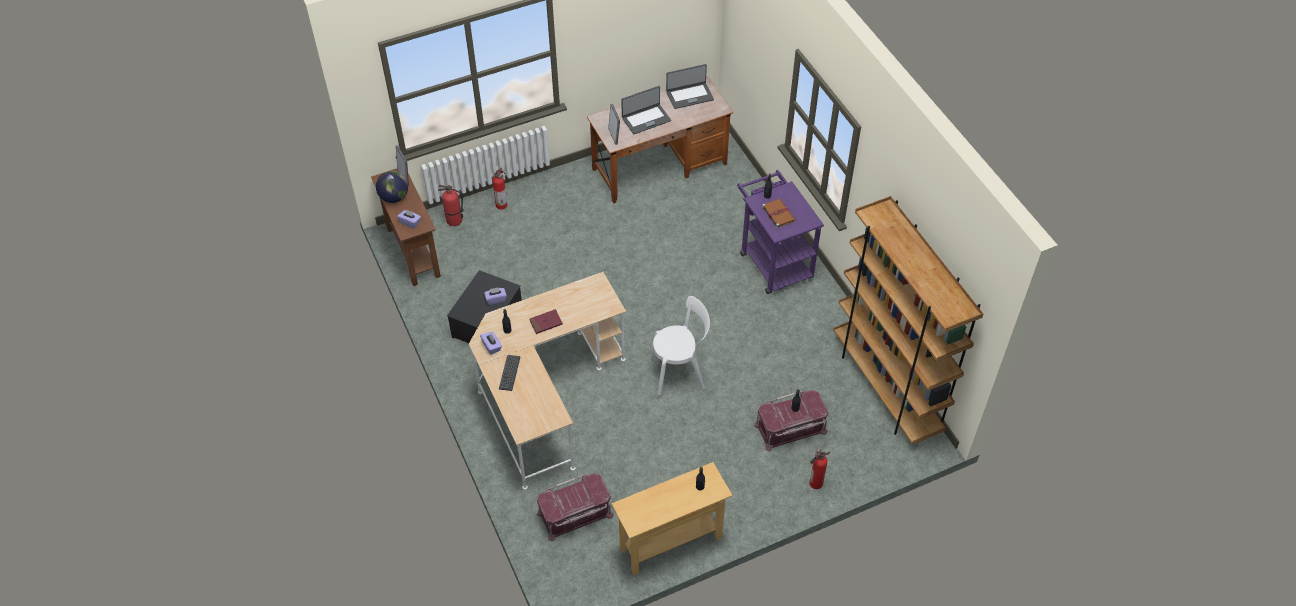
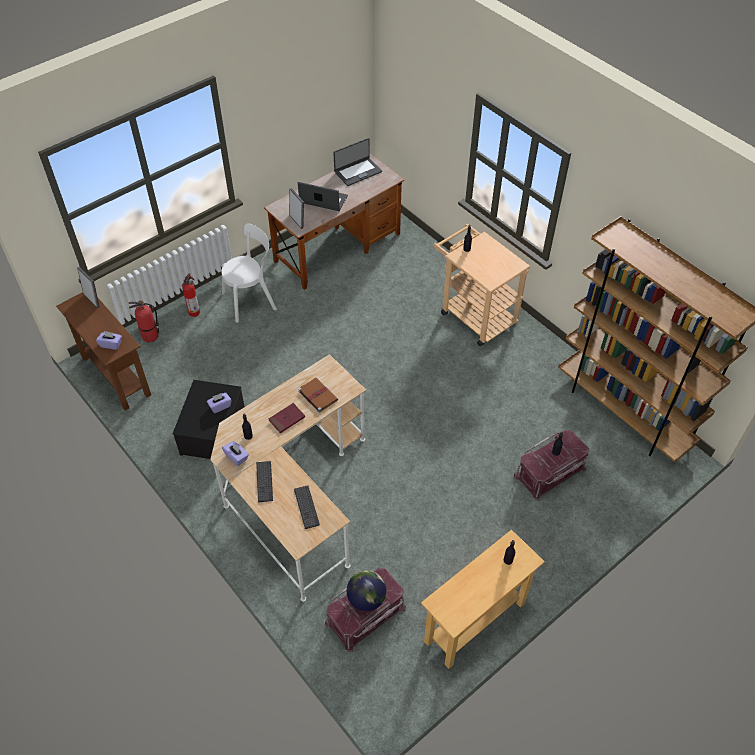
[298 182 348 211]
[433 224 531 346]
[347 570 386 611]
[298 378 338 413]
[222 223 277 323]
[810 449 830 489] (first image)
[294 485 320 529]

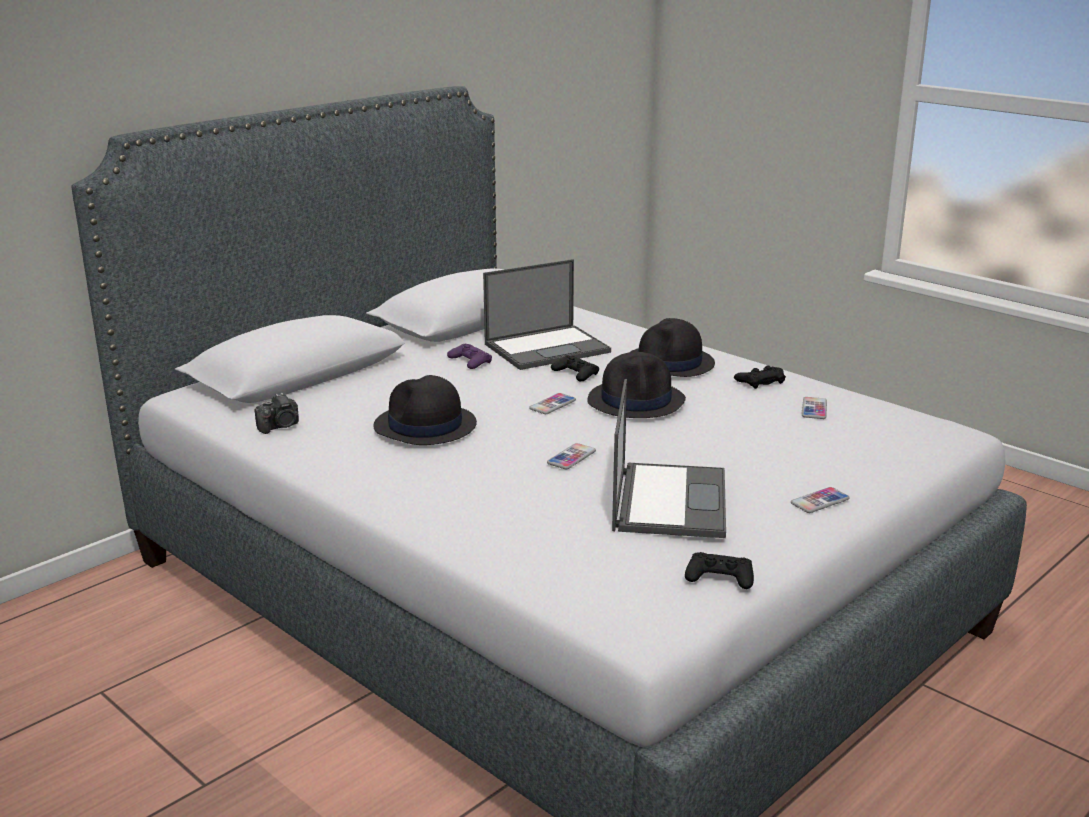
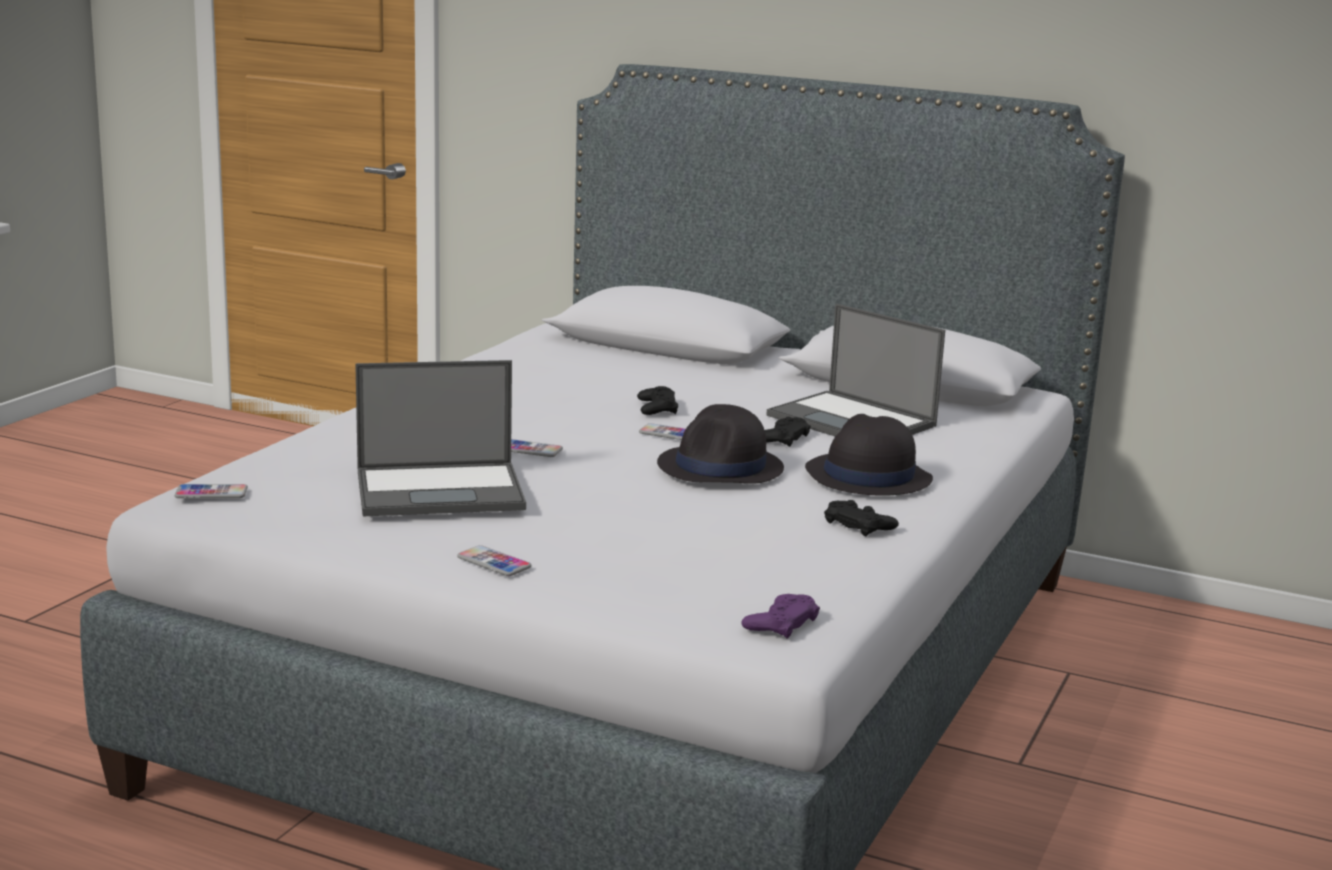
[742 594 820 639]
[373 375 477 445] (first image)
[254 393 299 434] (first image)
[174 484 248 498]
[637 386 678 415]

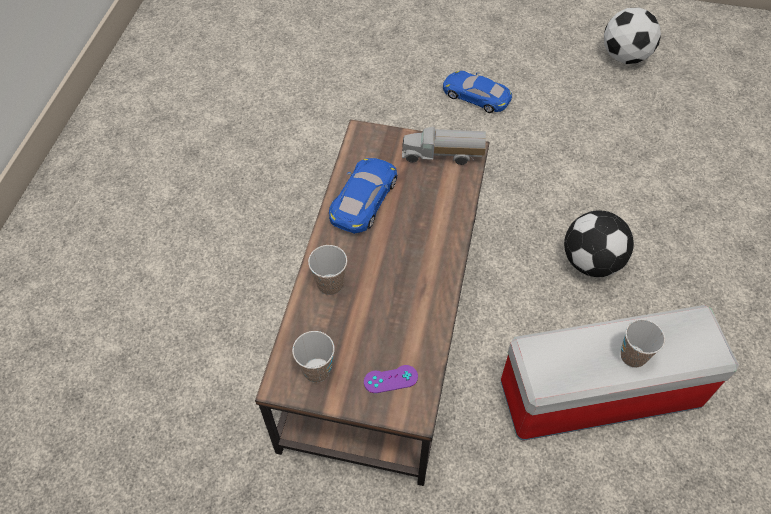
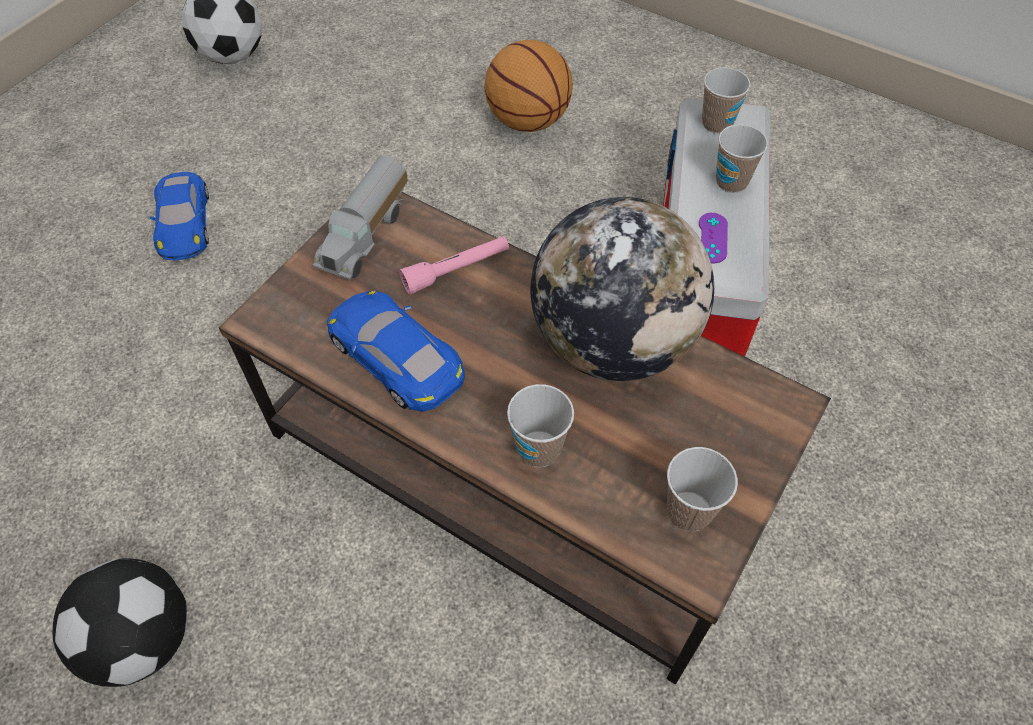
[150 172 209 260]
[53 558 187 687]
[699 213 728 263]
[484 40 573 132]
[702 67 750 134]
[530 197 714 381]
[399 236 509 295]

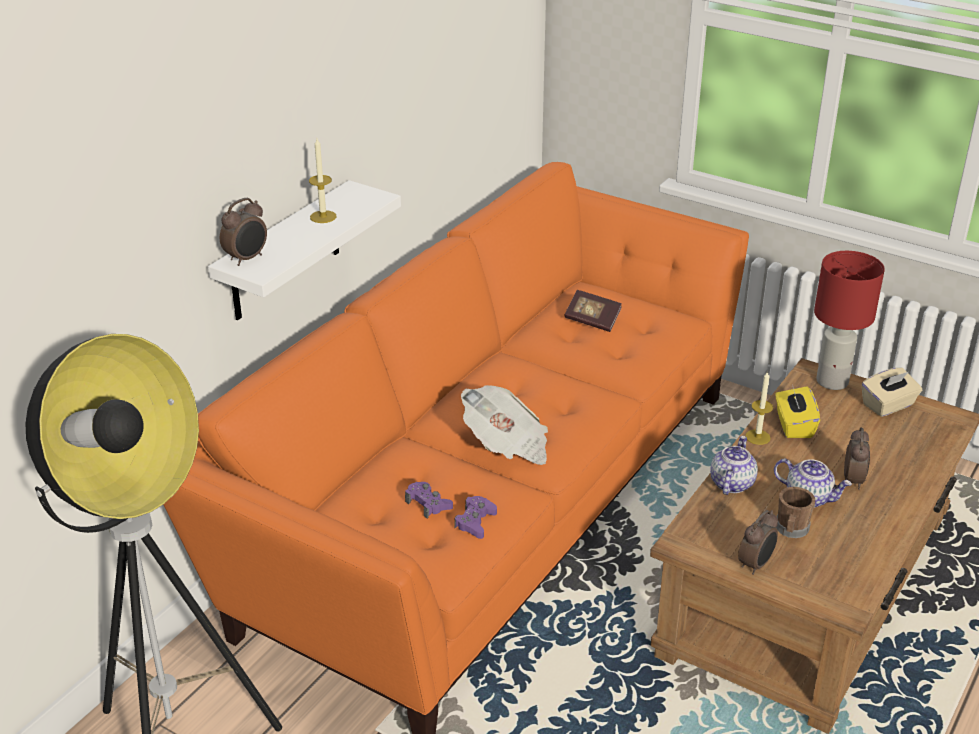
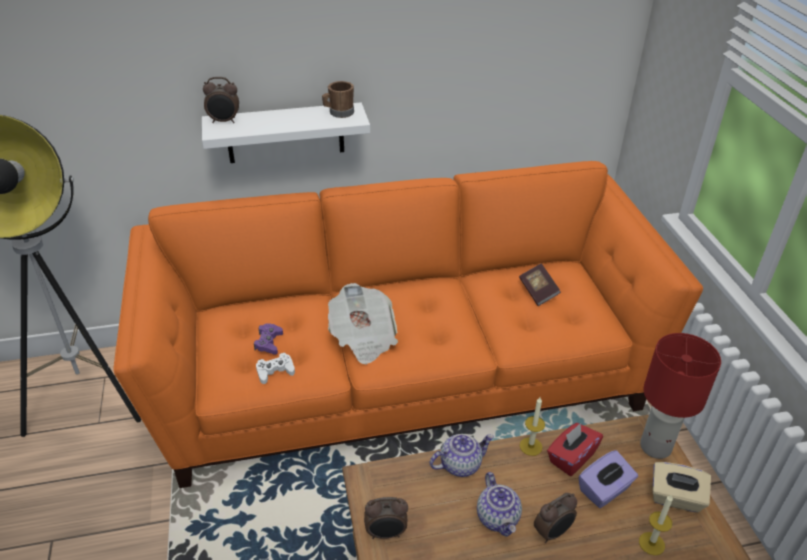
[639 494 673 555]
[547 423 603 476]
[322 81 354 118]
[256 353 295 384]
[579 450 638 508]

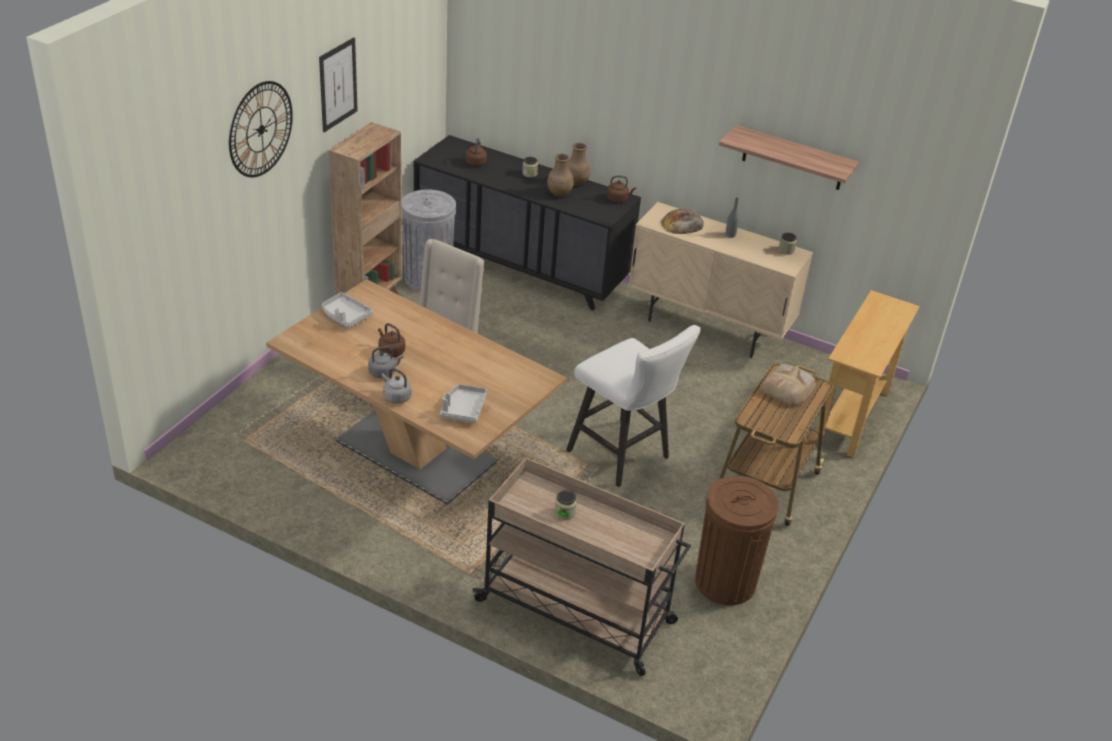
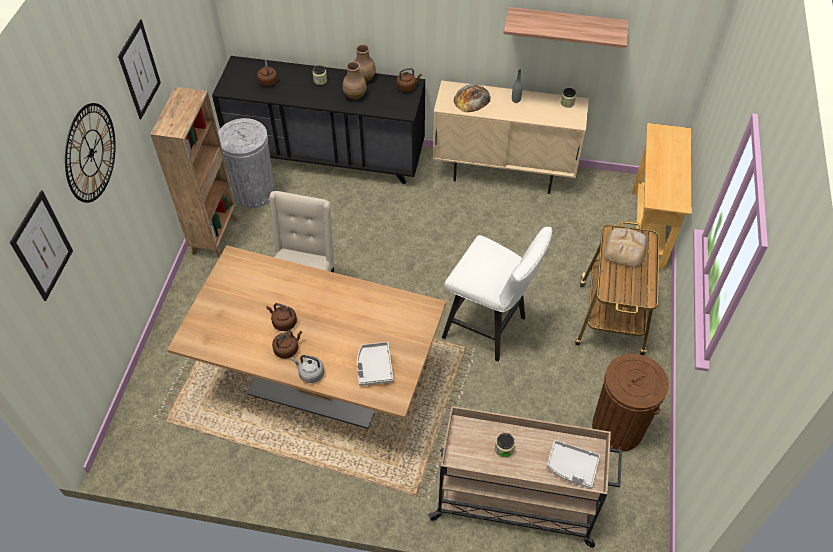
[547 440 600 489]
[272 330 302 359]
[10 191 73 301]

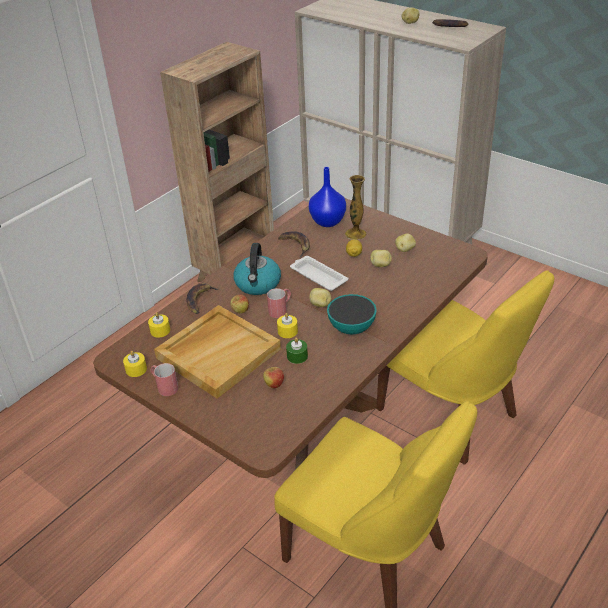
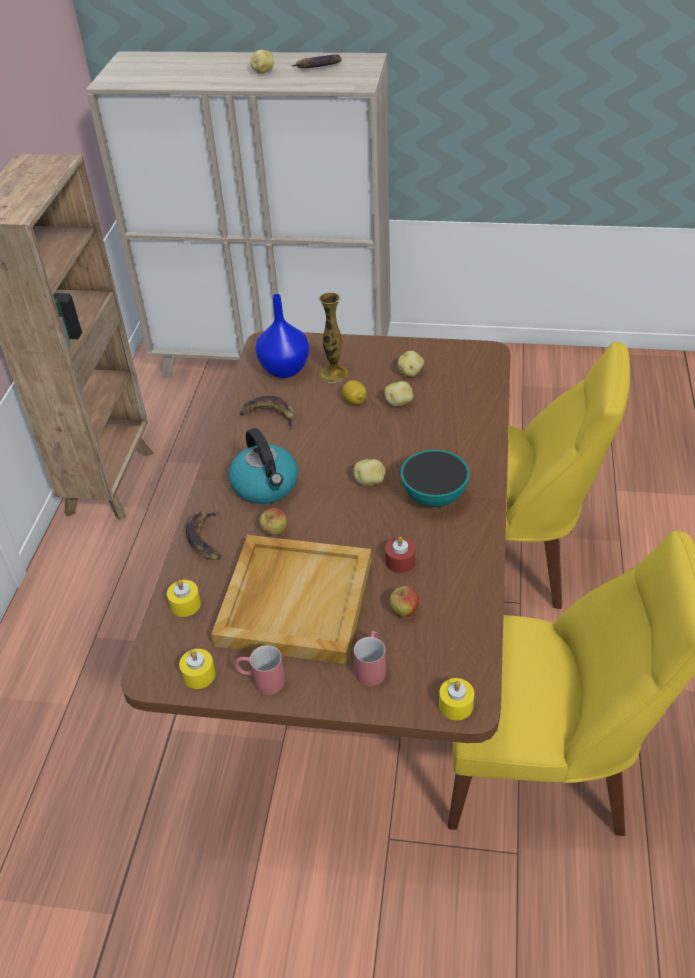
[290 256 349 291] (first image)
[354 631 386 686]
[439 678 474 720]
[385 537 415 573]

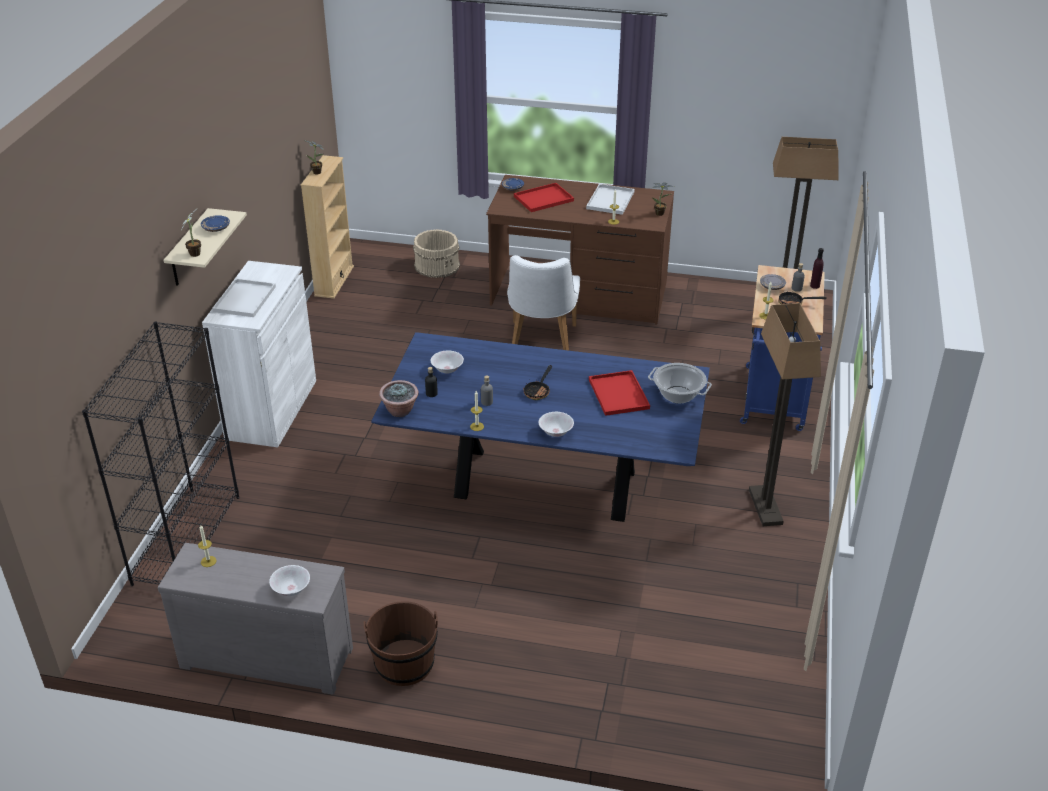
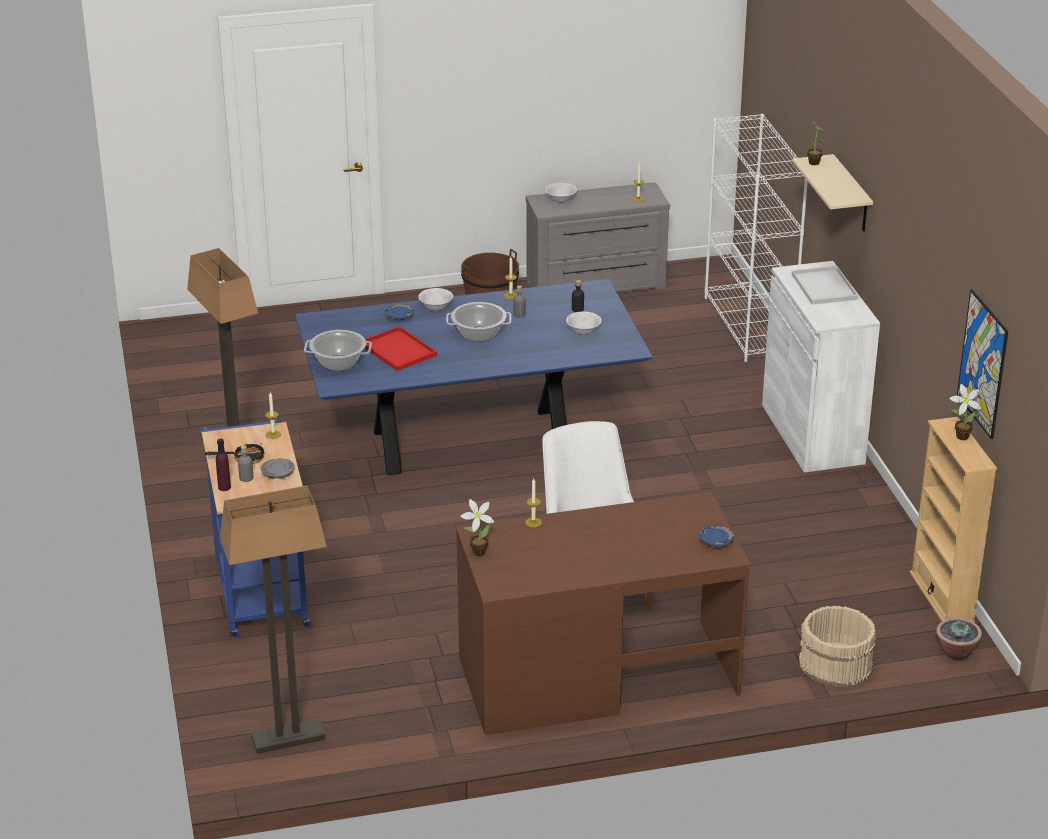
[514 183 574 212] (first image)
[586 184 634 215] (first image)
[385 304 414 320]
[705 114 808 362]
[446 302 511 342]
[936 618 982 661]
[957 289 1008 439]

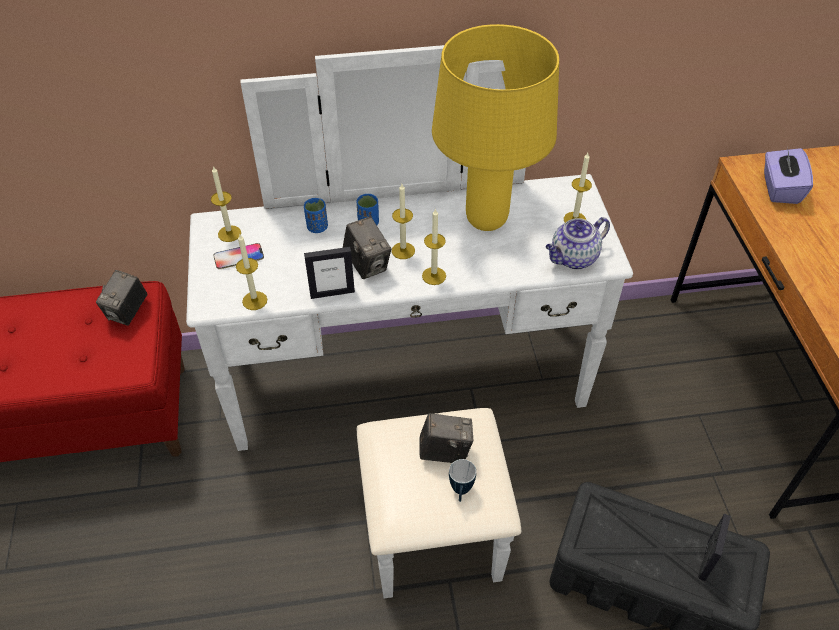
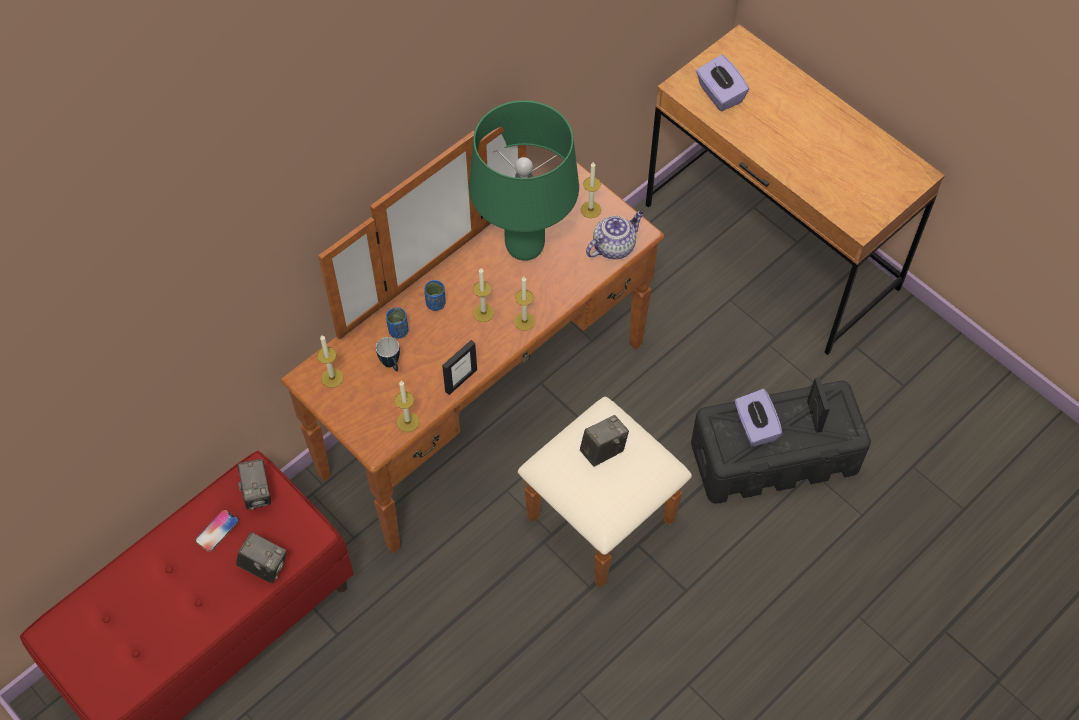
[469 100 579 261]
[281 127 692 588]
[236 532 286 583]
[586 211 644 259]
[195 509 239 552]
[376 337 400 371]
[735 389 782 447]

